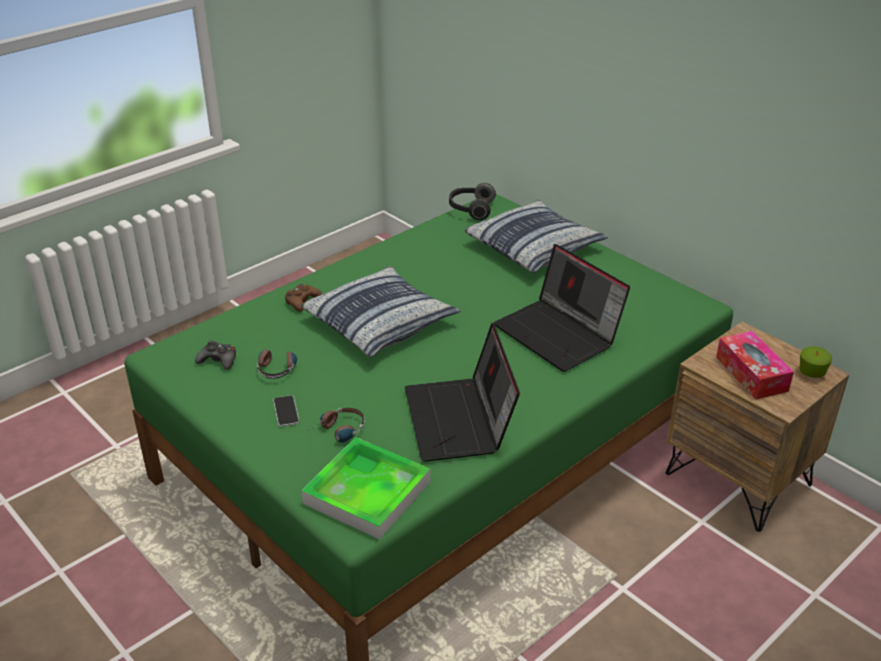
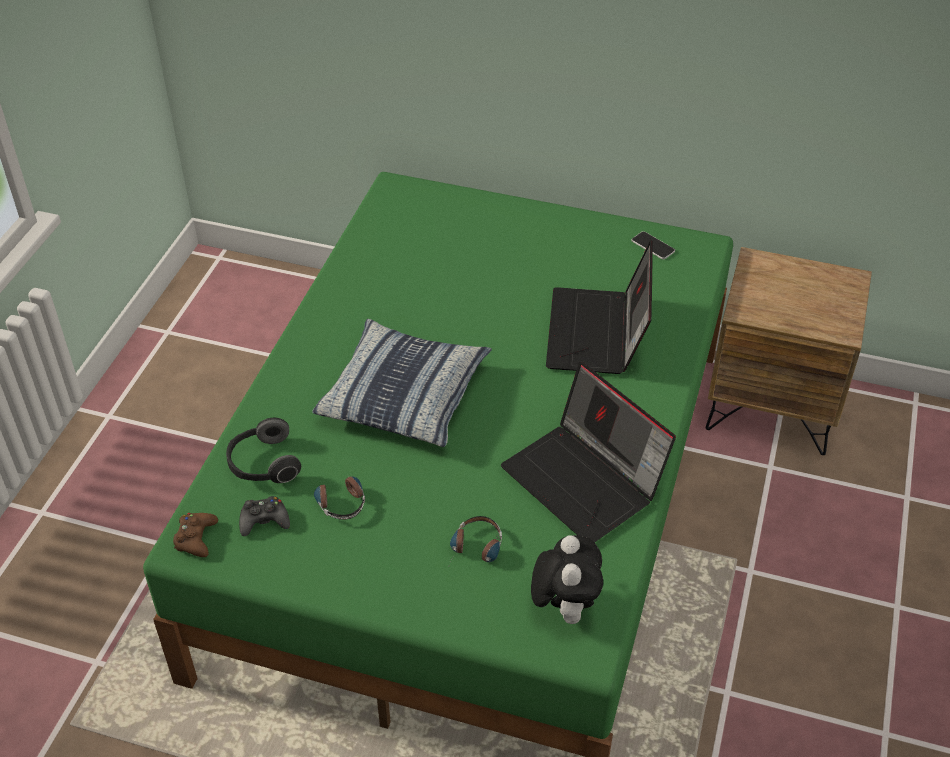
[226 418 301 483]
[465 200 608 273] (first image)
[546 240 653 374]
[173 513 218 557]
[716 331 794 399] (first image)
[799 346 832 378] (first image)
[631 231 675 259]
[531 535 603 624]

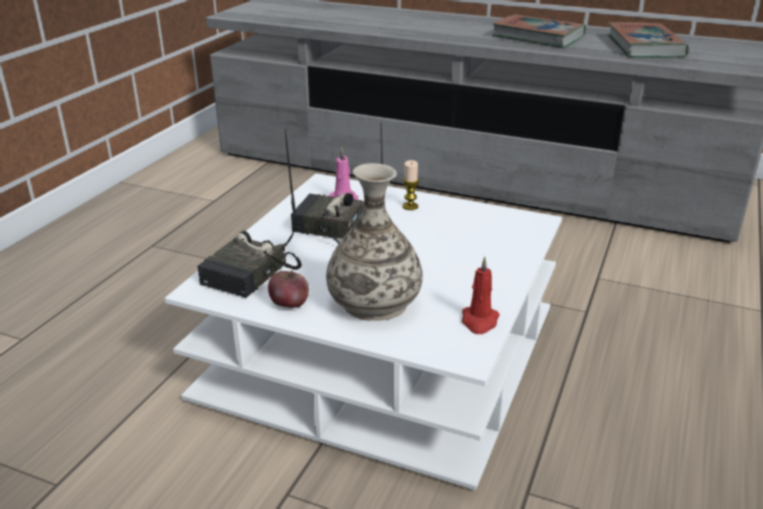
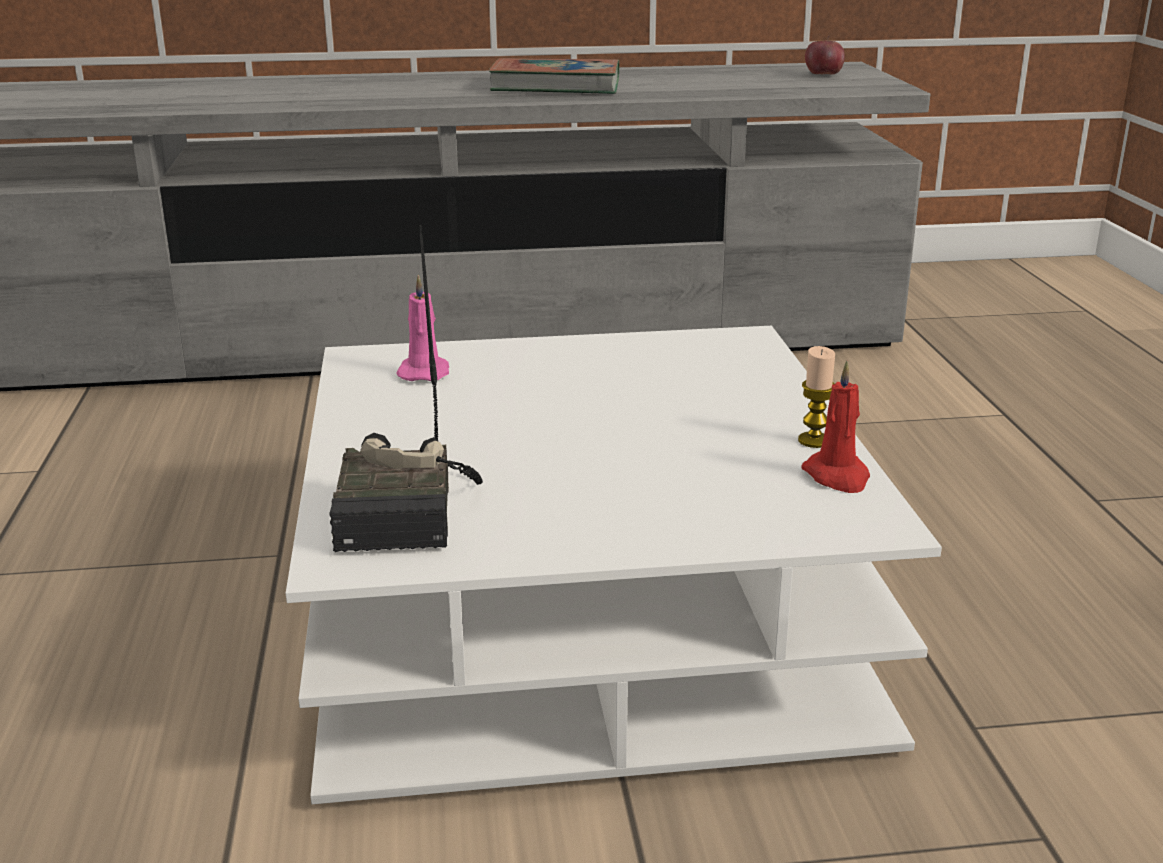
[608 22 689 58] (first image)
[291 122 383 244] (first image)
[798 346 835 448]
[326 163 423 321] (first image)
[805 36 845 75]

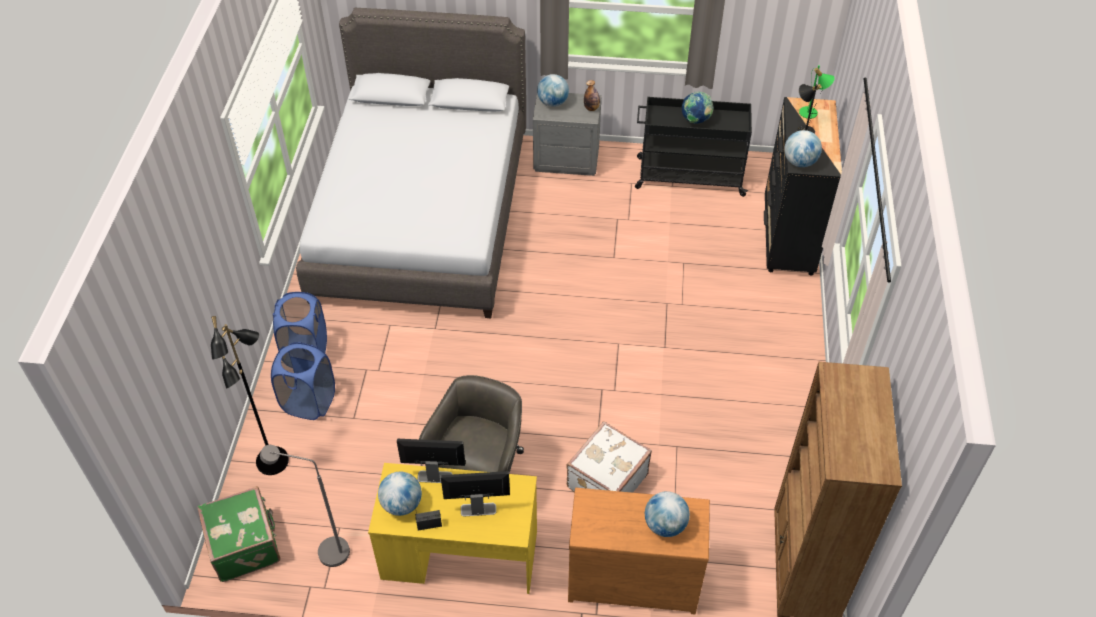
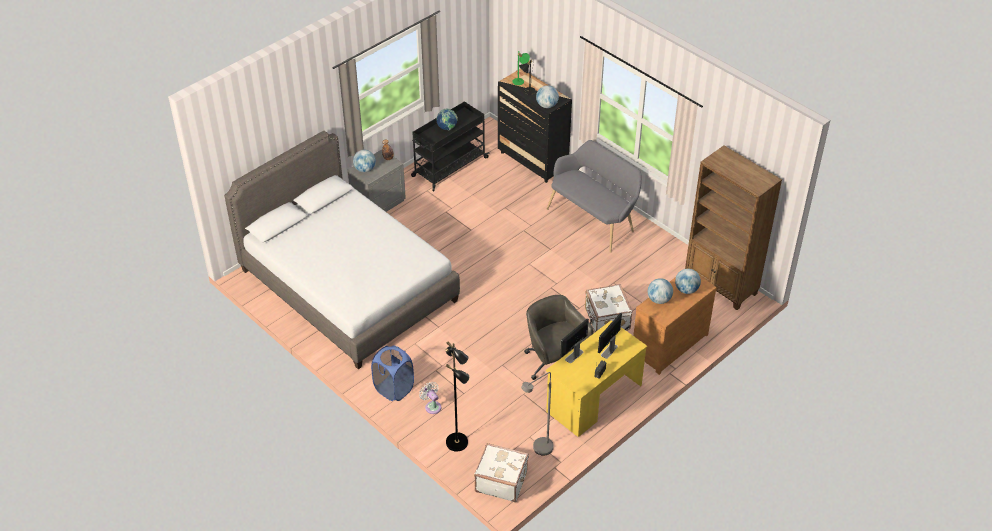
[419 382 441 414]
[648 278 673 304]
[474 443 529 502]
[547 140 642 253]

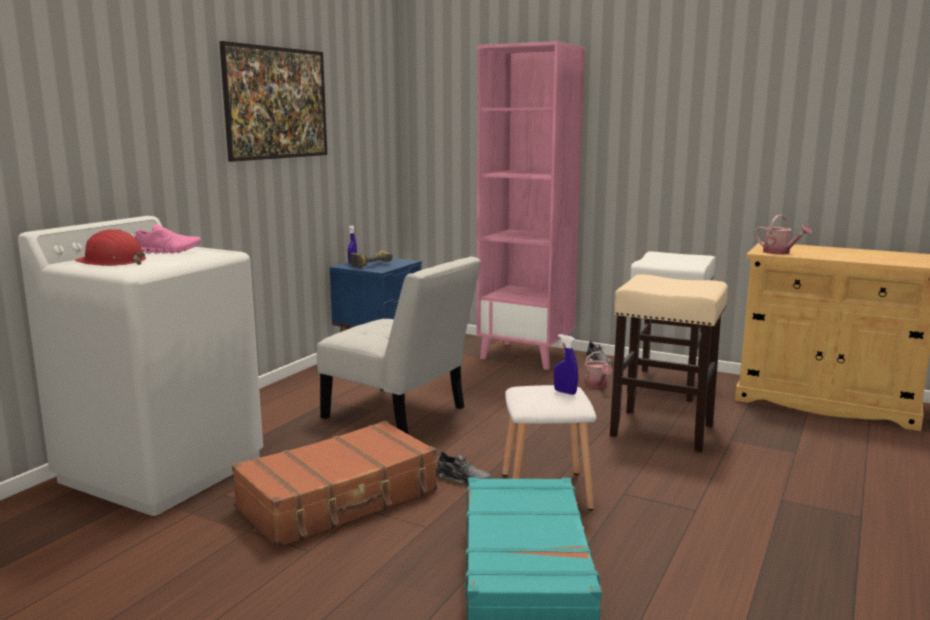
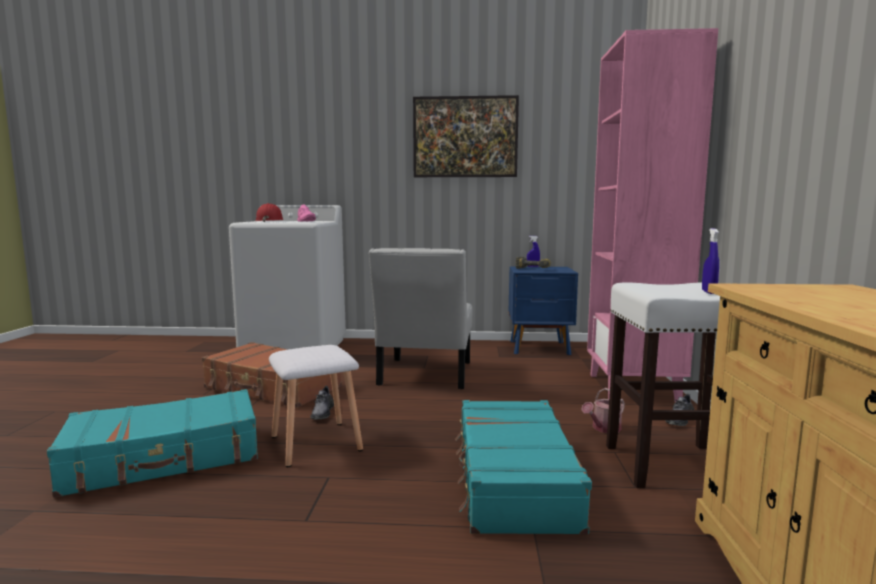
[755 215 812 254] (first image)
[455 400 592 535]
[702 228 719 294]

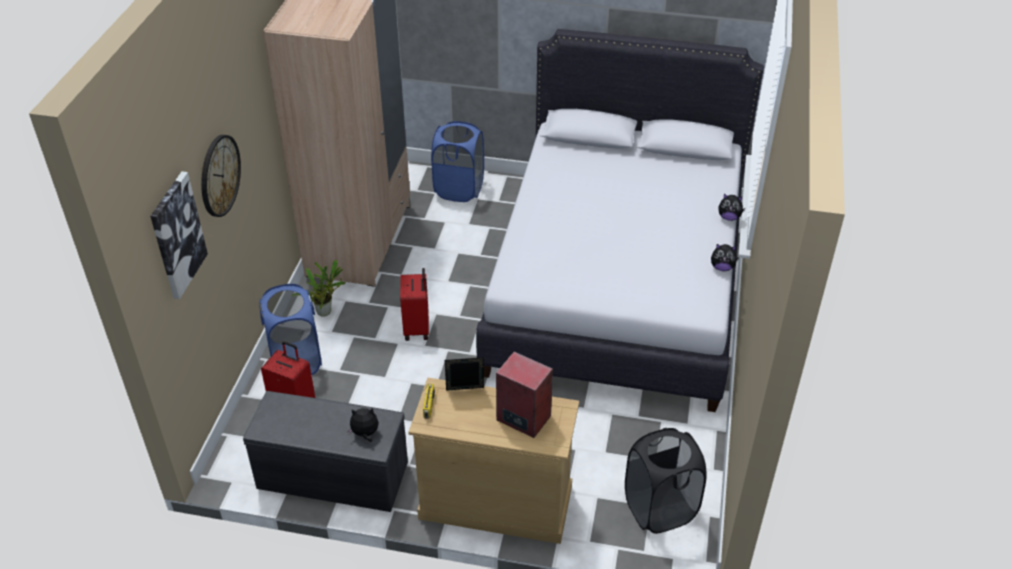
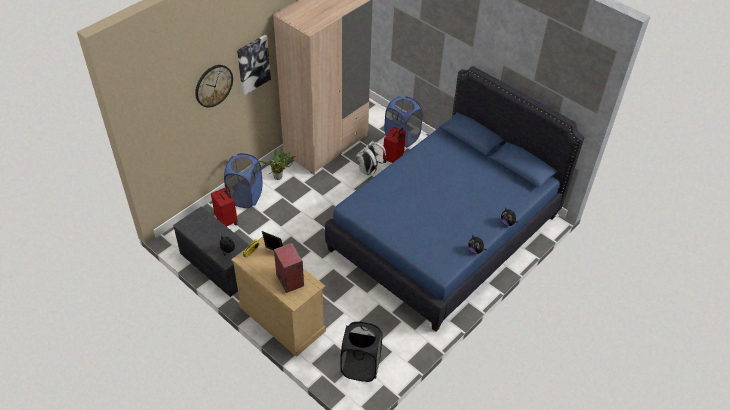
[325 66 584 332]
[237 35 271 95]
[383 127 406 163]
[356 141 387 175]

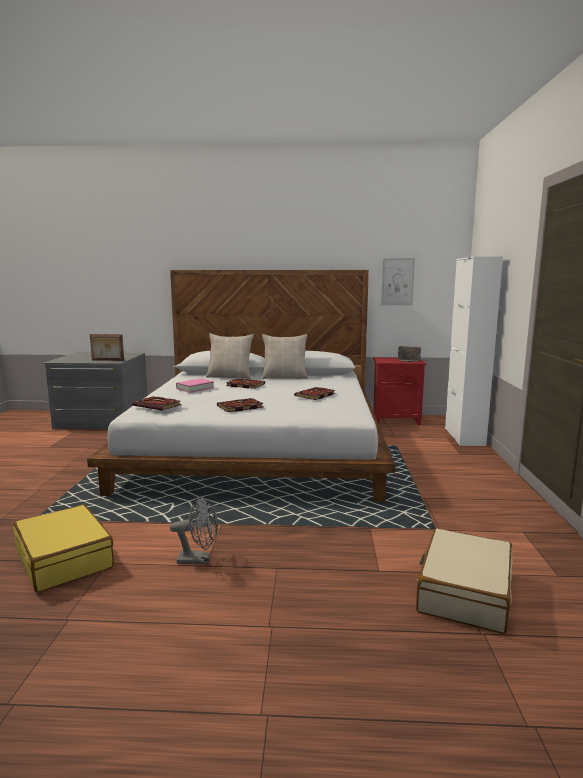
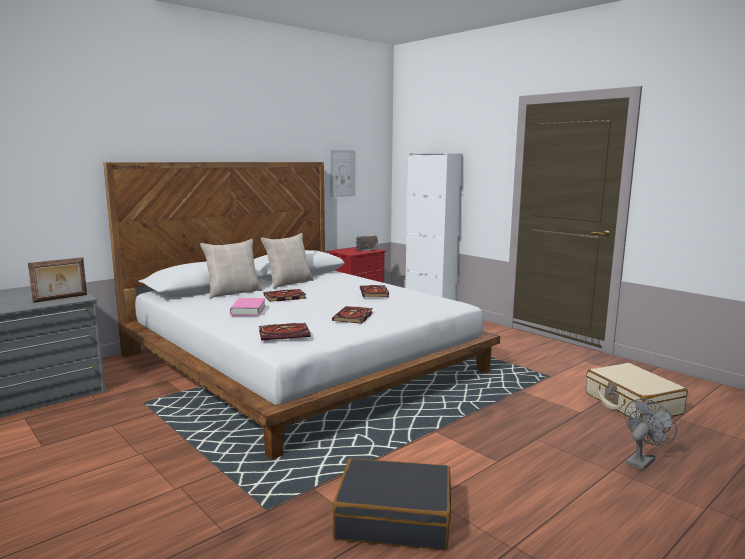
[624 399 677 470]
[332 458 451 550]

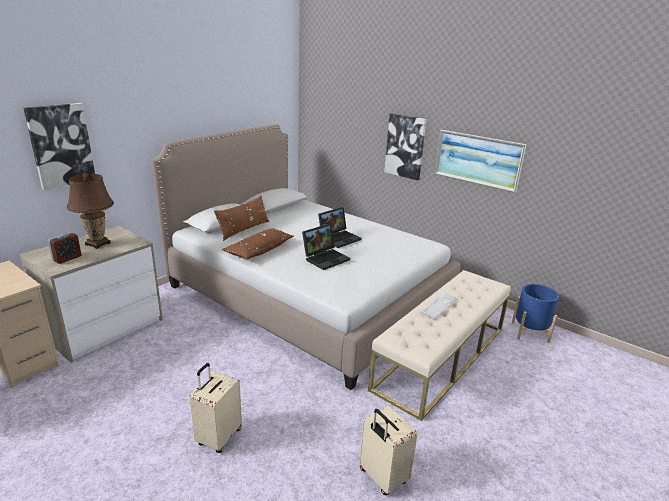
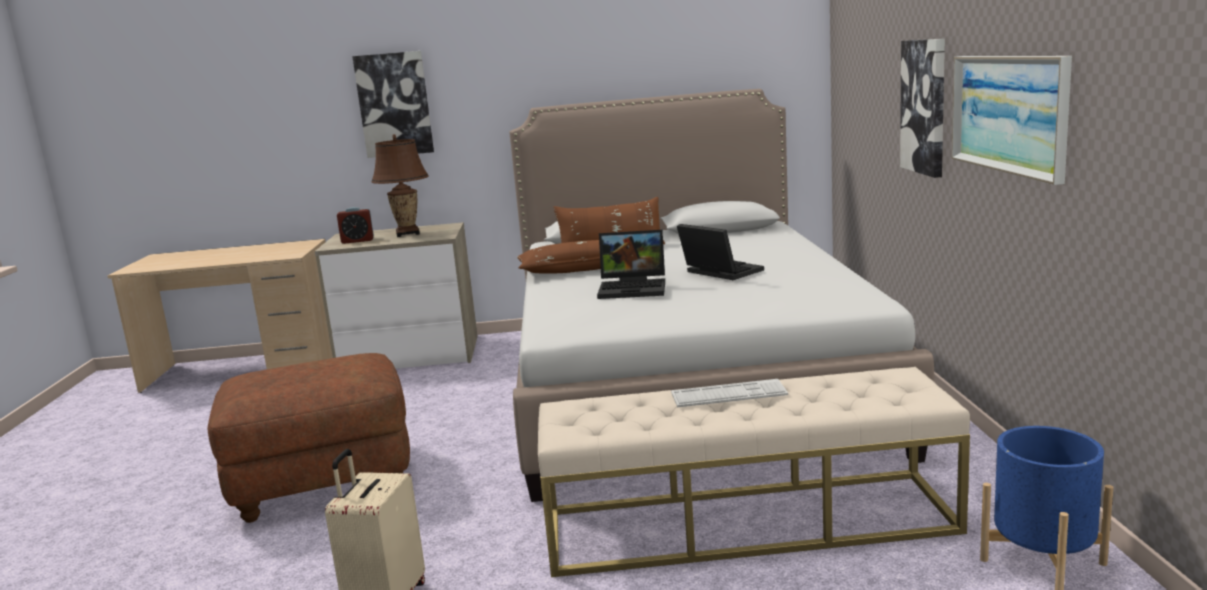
[677 224 764 280]
[207 353 410 523]

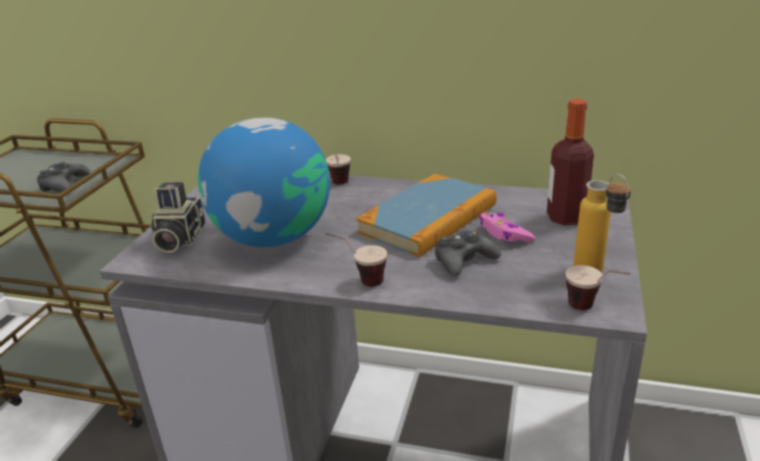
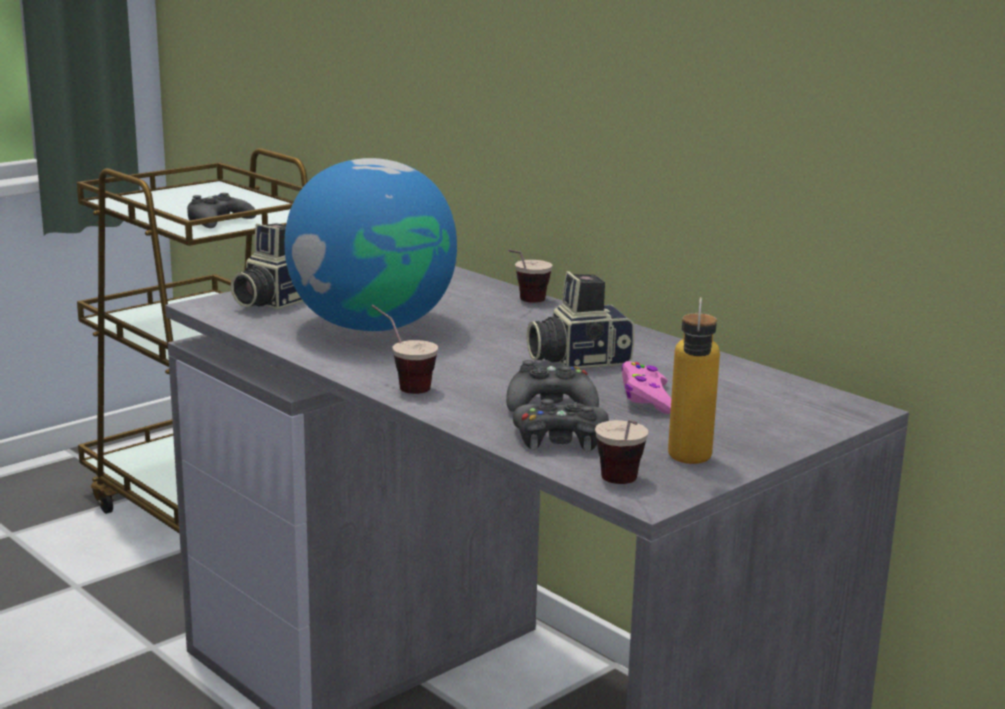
[547 99 594 225] (first image)
[527 271 634 368]
[513 399 609 451]

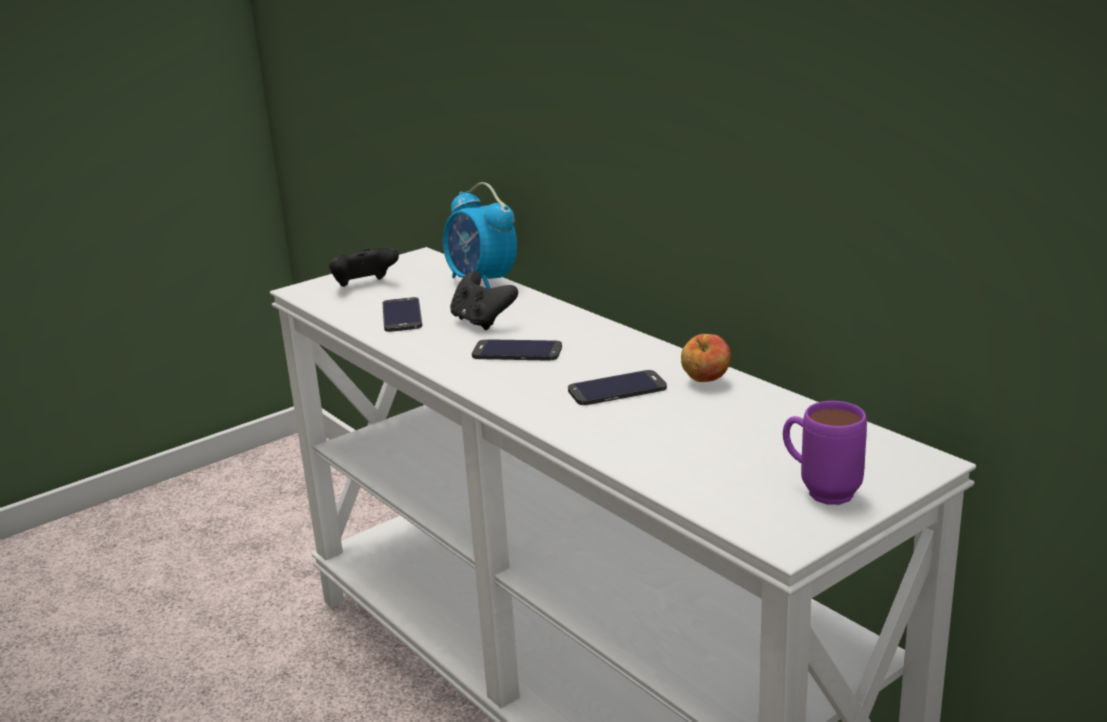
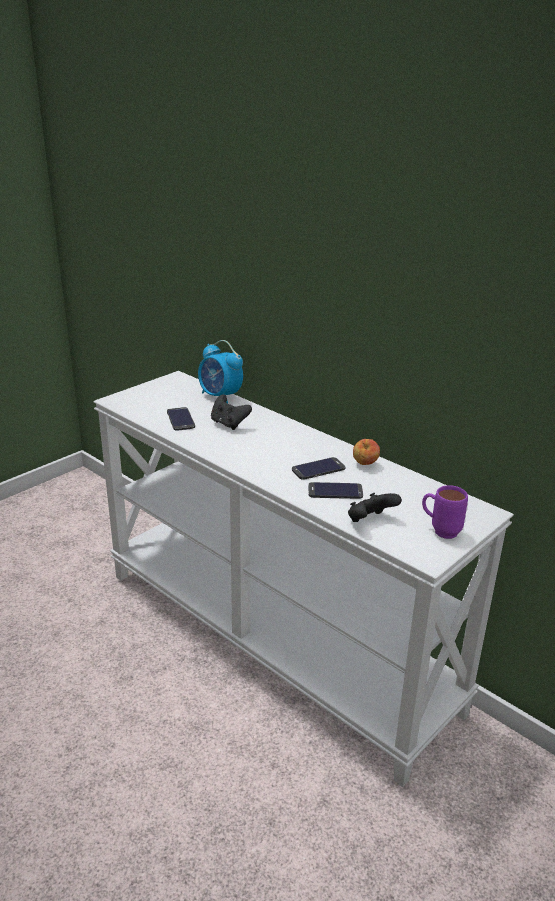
[348 493 402 522]
[308 482 363 499]

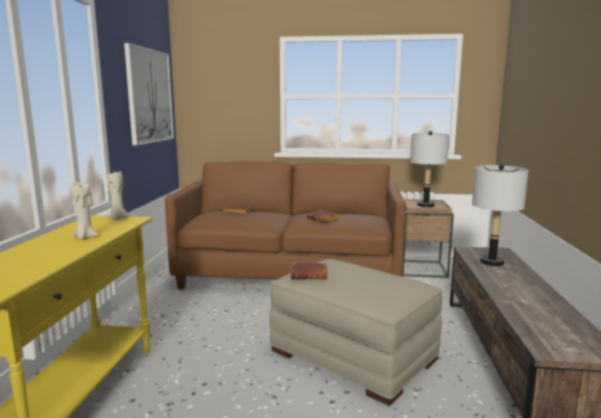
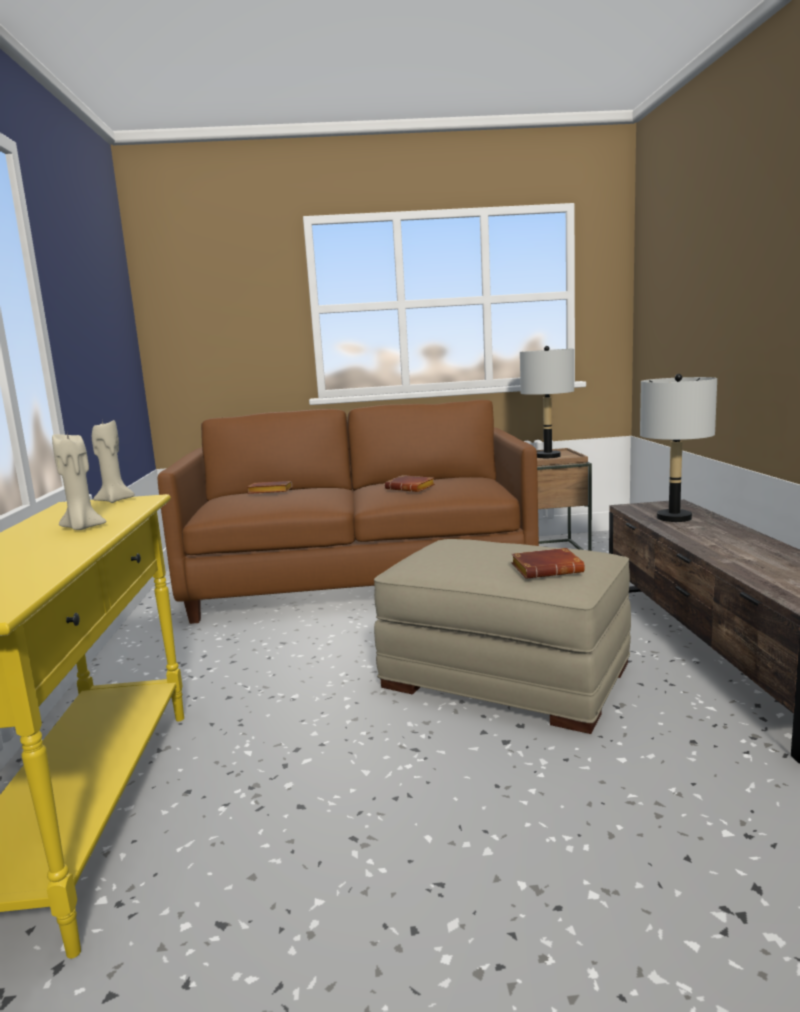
[124 43 174 146] (first image)
[511 548 585 579]

